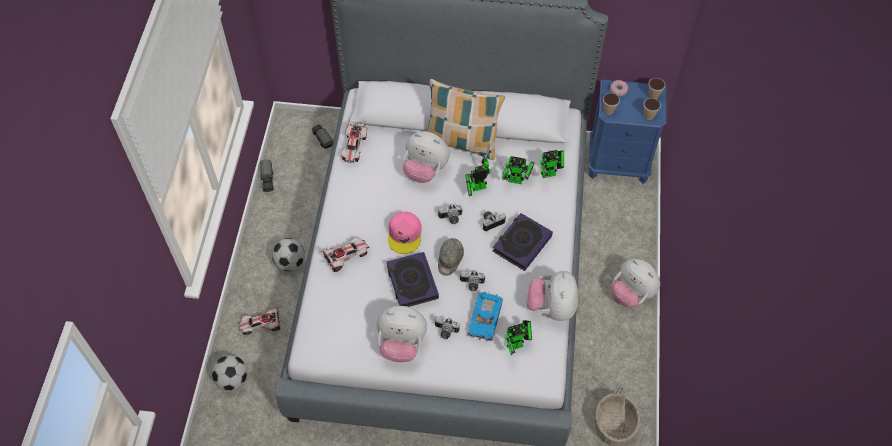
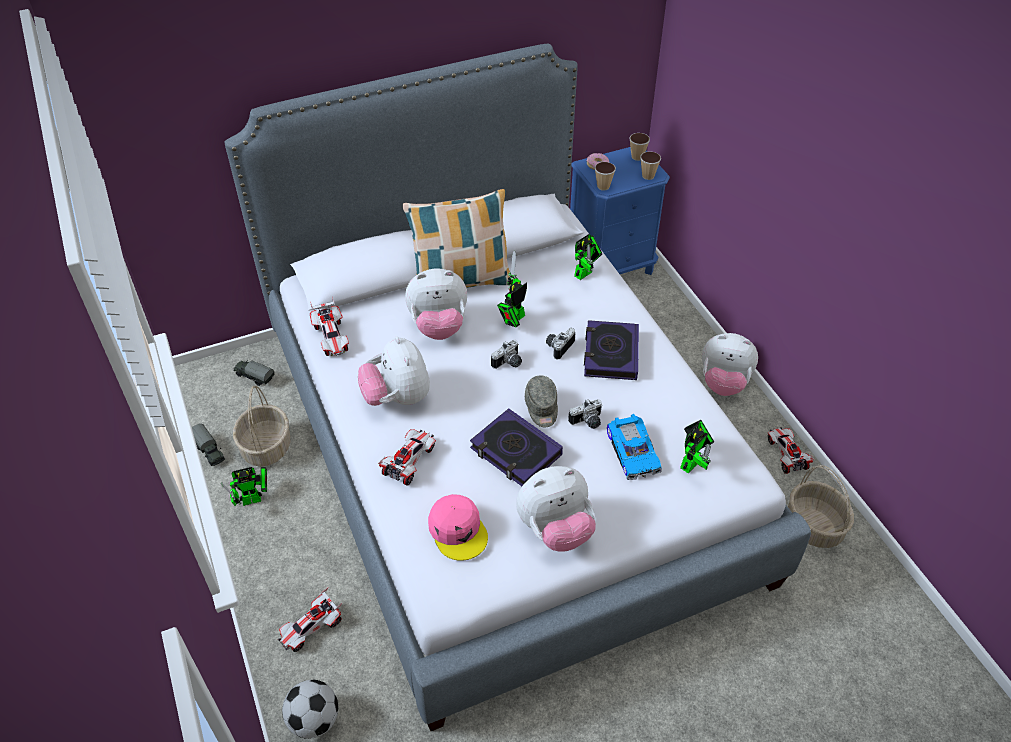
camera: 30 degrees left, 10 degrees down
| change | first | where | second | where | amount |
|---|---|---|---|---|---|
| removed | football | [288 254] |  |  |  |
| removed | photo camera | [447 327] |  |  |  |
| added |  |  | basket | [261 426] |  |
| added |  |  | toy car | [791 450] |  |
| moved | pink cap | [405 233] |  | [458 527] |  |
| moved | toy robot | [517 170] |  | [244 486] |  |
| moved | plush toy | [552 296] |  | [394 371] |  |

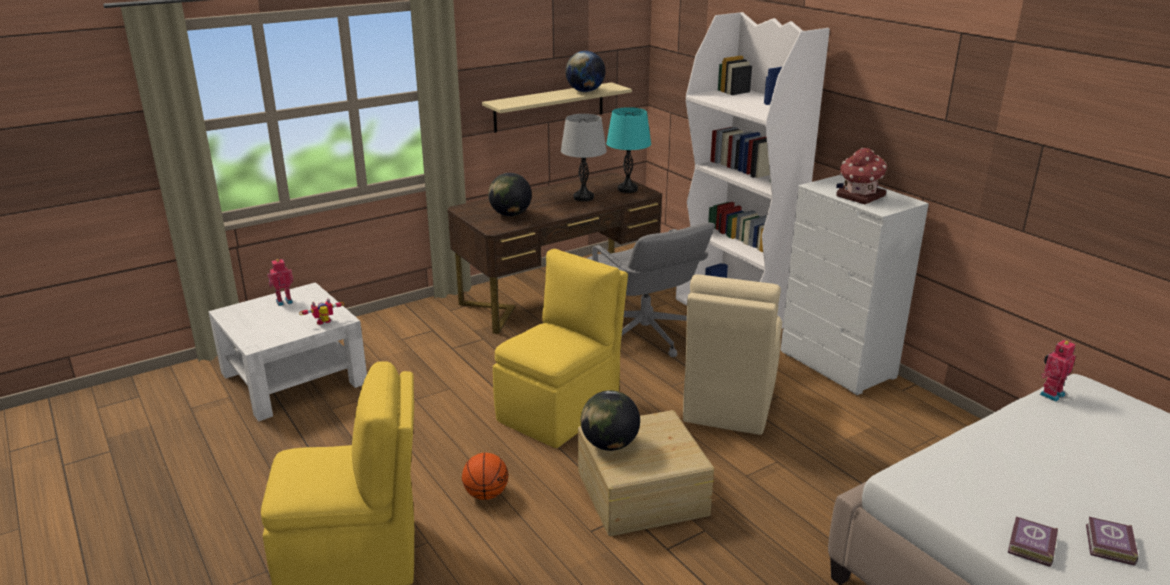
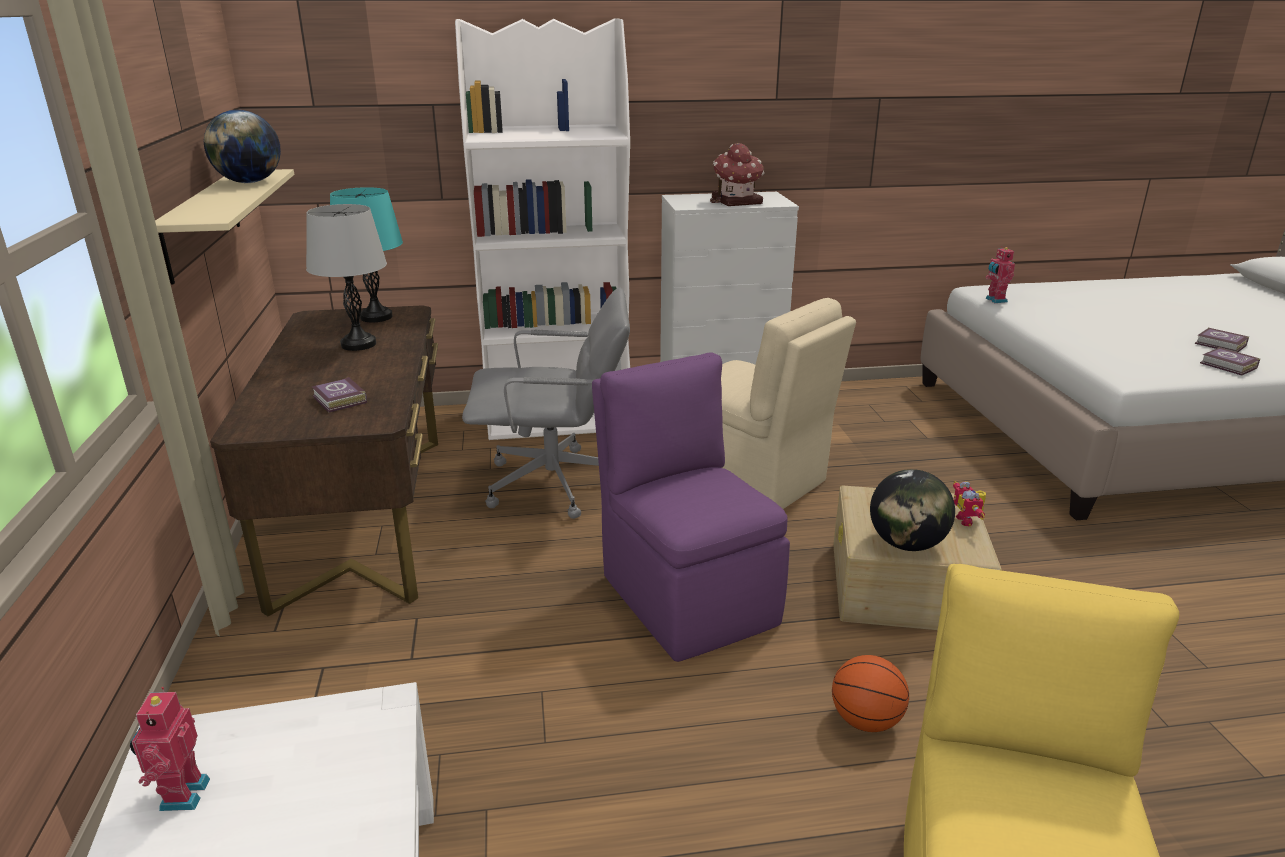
camera: 65 degrees left, 0 degrees up
| change | first | where | second | where | amount |
|---|---|---|---|---|---|
| moved | toy robot | [321 311] |  | [969 503] |  |
| replaced | globe | [510 194] | book | [339 394] |  |
| recoloured | yellow chair | [560 348] | purple chair | [691 507] |  |

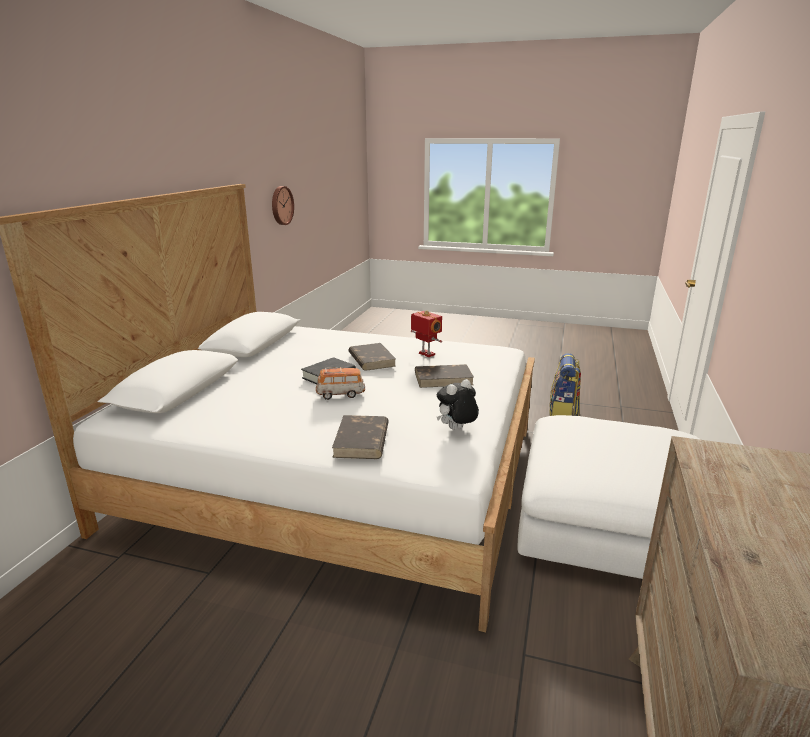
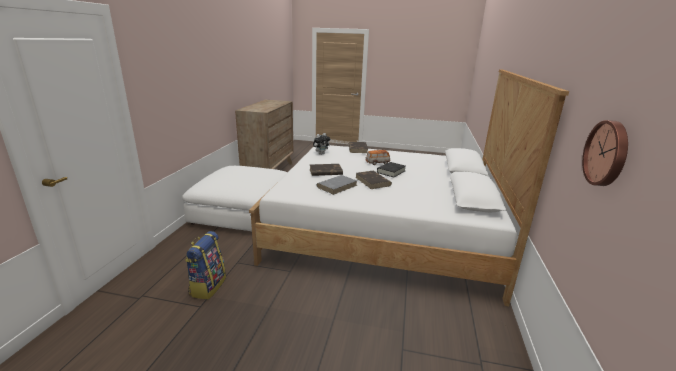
camera: 175 degrees right, 0 degrees up
| change | first | where | second | where | amount |
|---|---|---|---|---|---|
| replaced | toy robot | [426 333] | grey book | [337 185] |  |

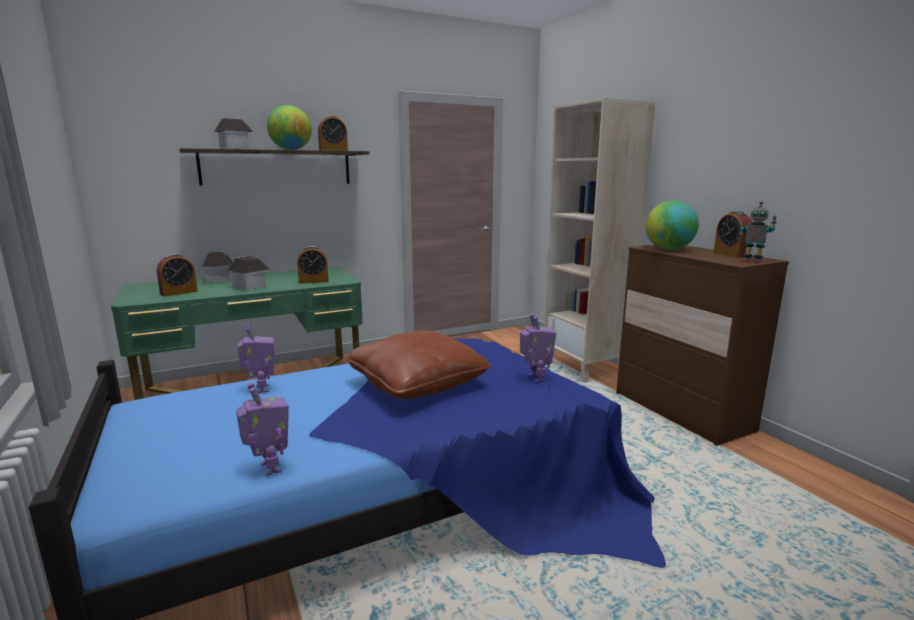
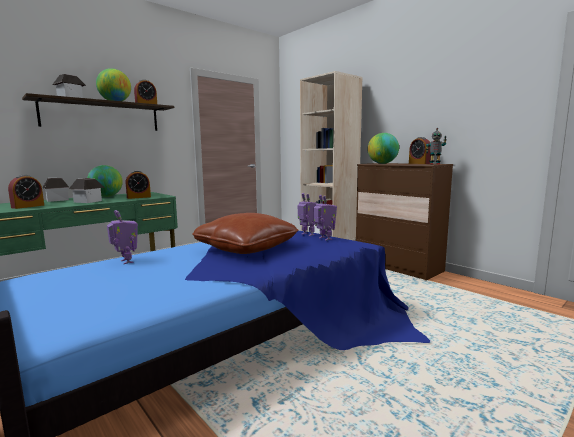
camera: 15 degrees left, 5 degrees down
| change | first | where | second | where | amount |
|---|---|---|---|---|---|
| added |  |  | globe | [105 181] |  |
| moved | toy robot | [262 429] |  | [308 214] |  |

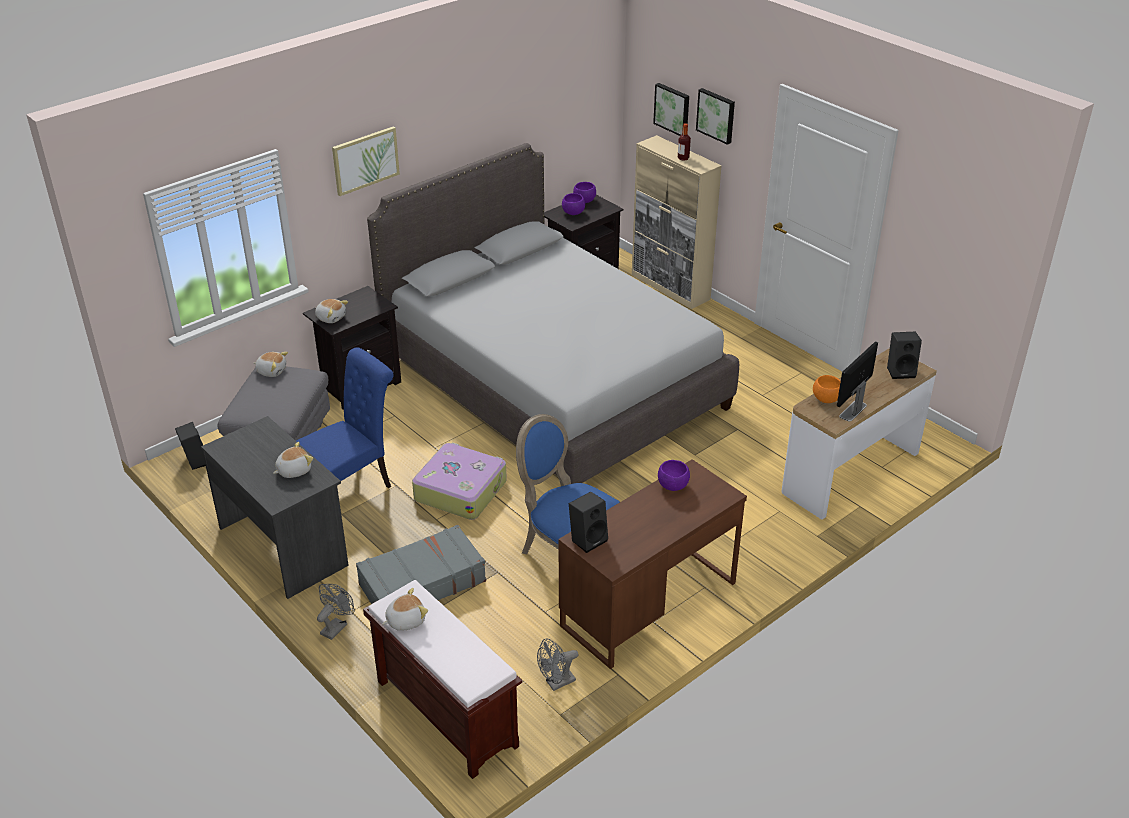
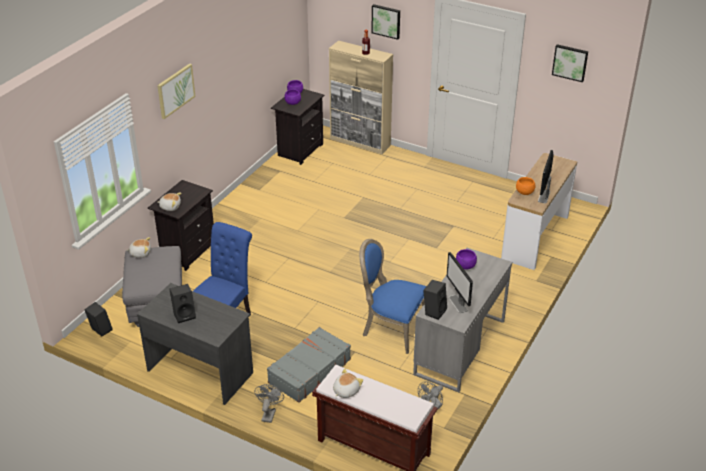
camera: 20 degrees left, 0 degrees up
| change | first | where | second | where | amount |
|---|---|---|---|---|---|
| removed | plush toy | [293 460] |  |  |  |
| removed | grey bed | [553 313] |  |  |  |
| removed | suitcase | [459 481] |  |  |  |
| added |  |  | monitor | [460 282] |  |
| moved | picture | [671 109] |  | [570 63] |  |
| moved | black speaker | [904 355] |  | [182 303] |  |
| recoloured | brown desk | [652 564] | grey desk | [462 320] |  |

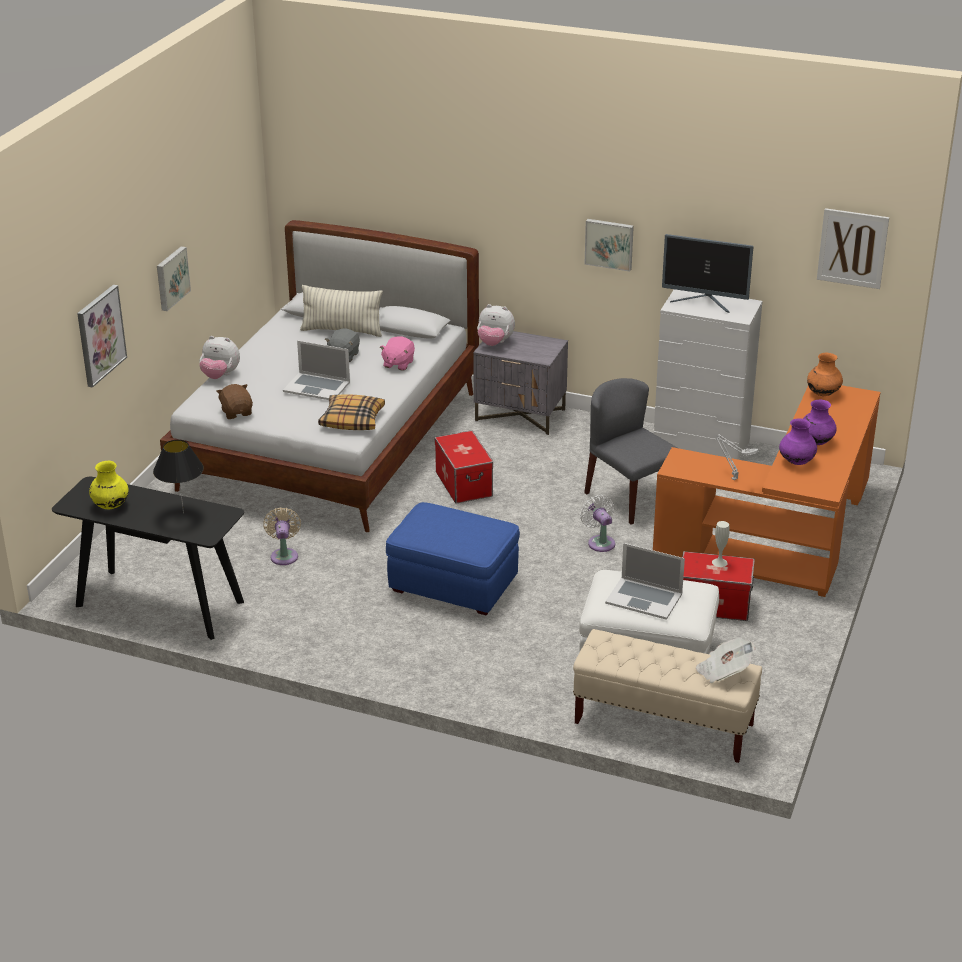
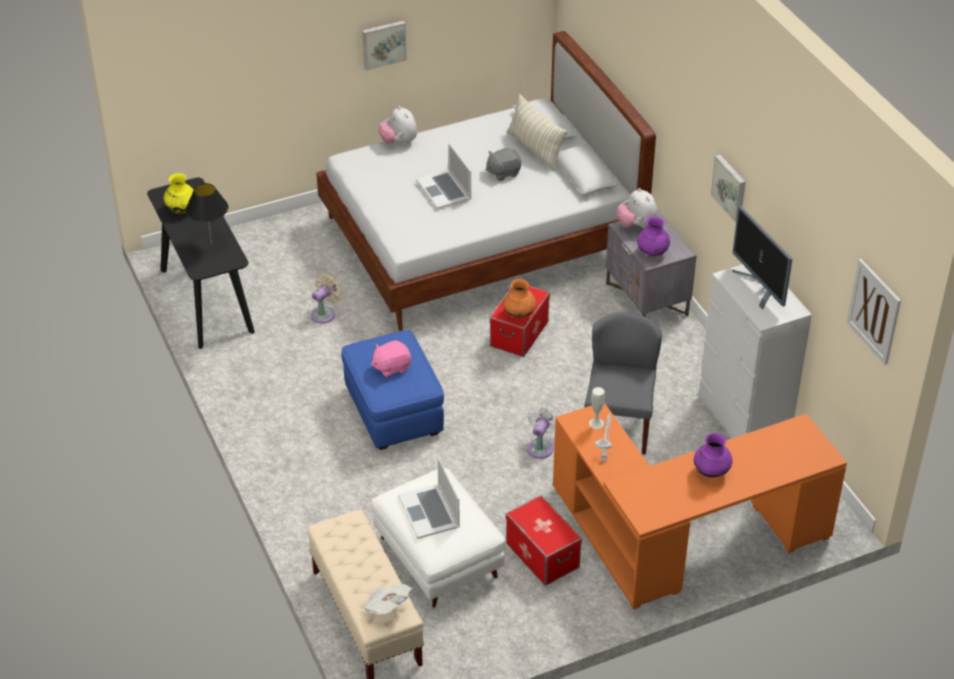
camera: 45 degrees right, 10 degrees up
| change | first | where | second | where | amount |
|---|---|---|---|---|---|
| removed | picture | [102 336] |  |  |  |
| removed | brown plush toy | [234 401] |  |  |  |
| removed | pillow | [351 412] |  |  |  |
| moved | pink plush toy | [397 353] |  | [391 359] |  |
| moved | white vase | [721 544] |  | [597 408] |  |
| moved | purple vase | [798 441] |  | [653 236] |  |
| moved | orange vase | [825 374] |  | [519 298] |  |

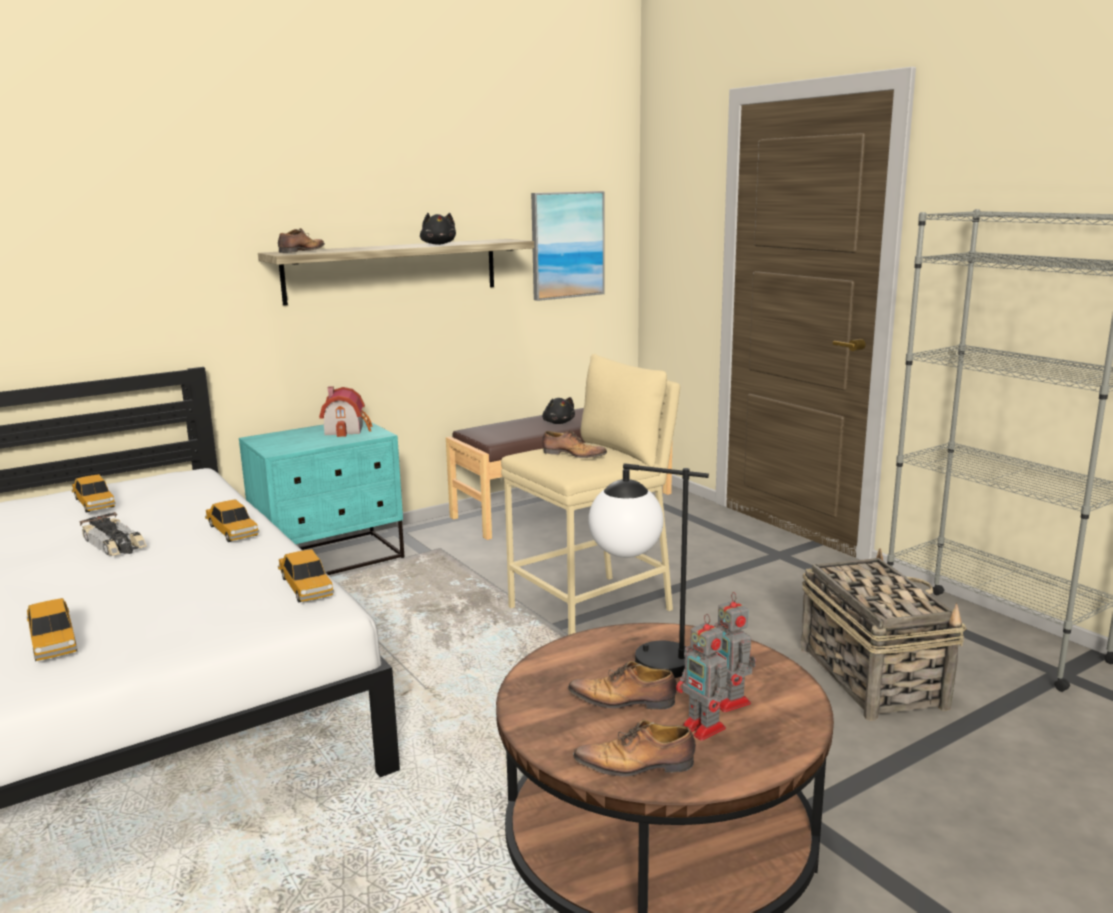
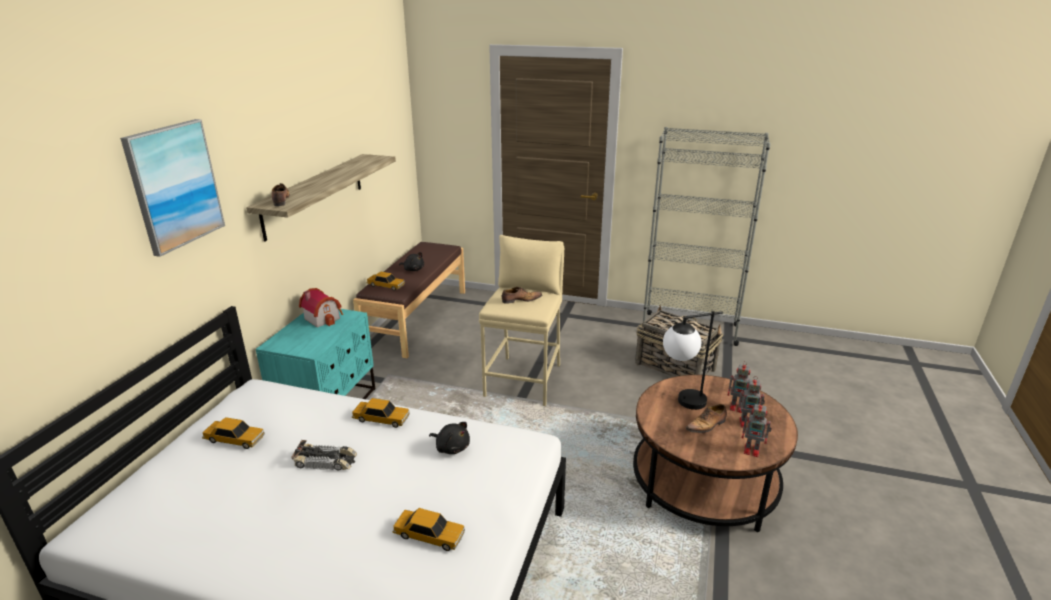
camera: 40 degrees left, 10 degrees up
| change | first | where | second | where | amount |
|---|---|---|---|---|---|
| moved | toy car | [306 576] |  | [385 281] |  |
| moved | black plush toy | [438 229] |  | [449 438] |  |
| moved | picture | [568 246] |  | [172 188] |  |
| replaced | shoe | [634 748] | toy robot | [757 429] |  |

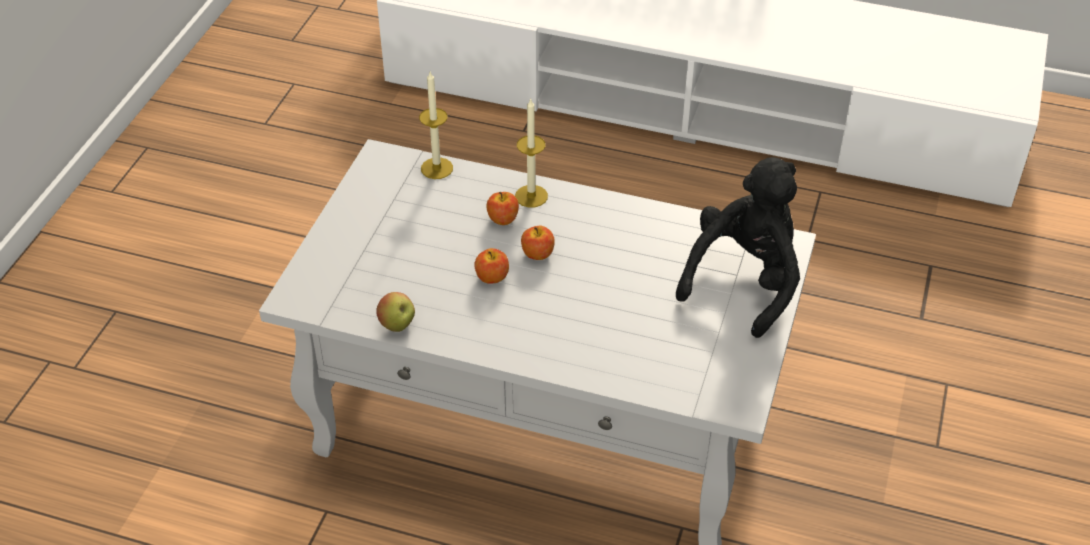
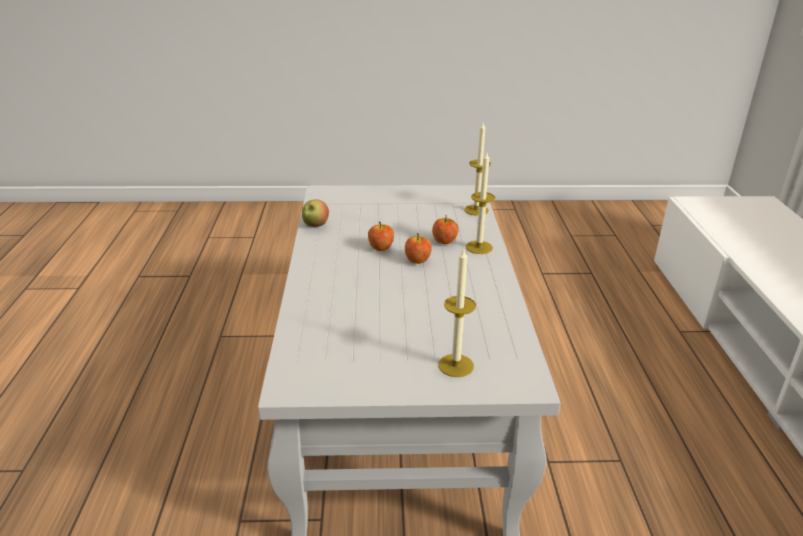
camera: 70 degrees right, 15 degrees down
| change | first | where | second | where | amount |
|---|---|---|---|---|---|
| replaced | black plush toy | [738 247] | candle | [457 313] |  |

